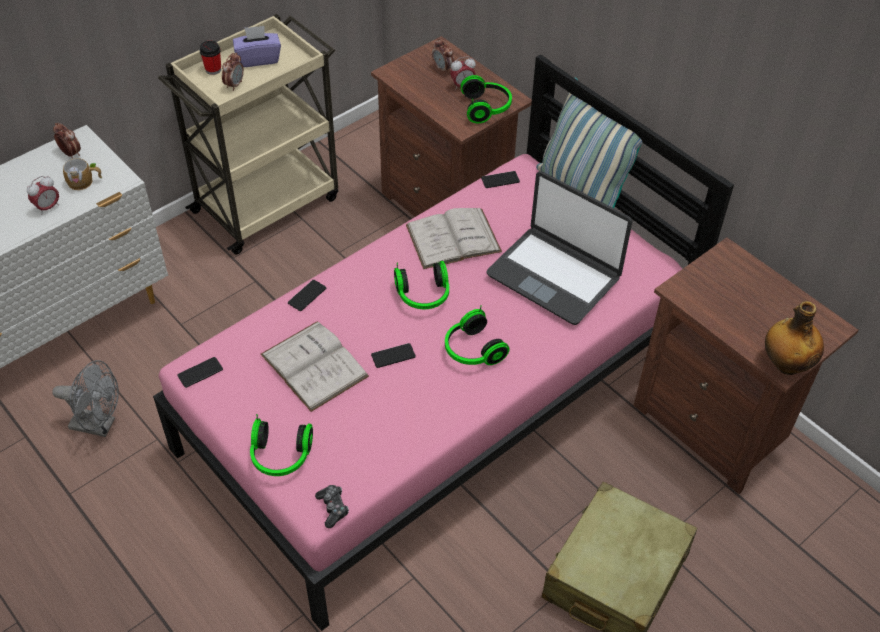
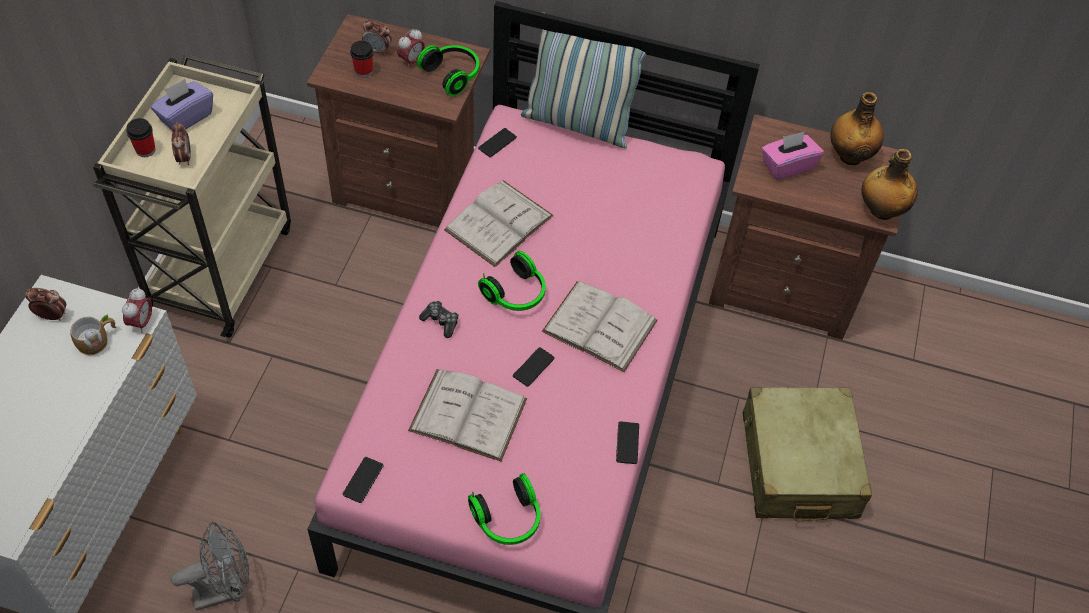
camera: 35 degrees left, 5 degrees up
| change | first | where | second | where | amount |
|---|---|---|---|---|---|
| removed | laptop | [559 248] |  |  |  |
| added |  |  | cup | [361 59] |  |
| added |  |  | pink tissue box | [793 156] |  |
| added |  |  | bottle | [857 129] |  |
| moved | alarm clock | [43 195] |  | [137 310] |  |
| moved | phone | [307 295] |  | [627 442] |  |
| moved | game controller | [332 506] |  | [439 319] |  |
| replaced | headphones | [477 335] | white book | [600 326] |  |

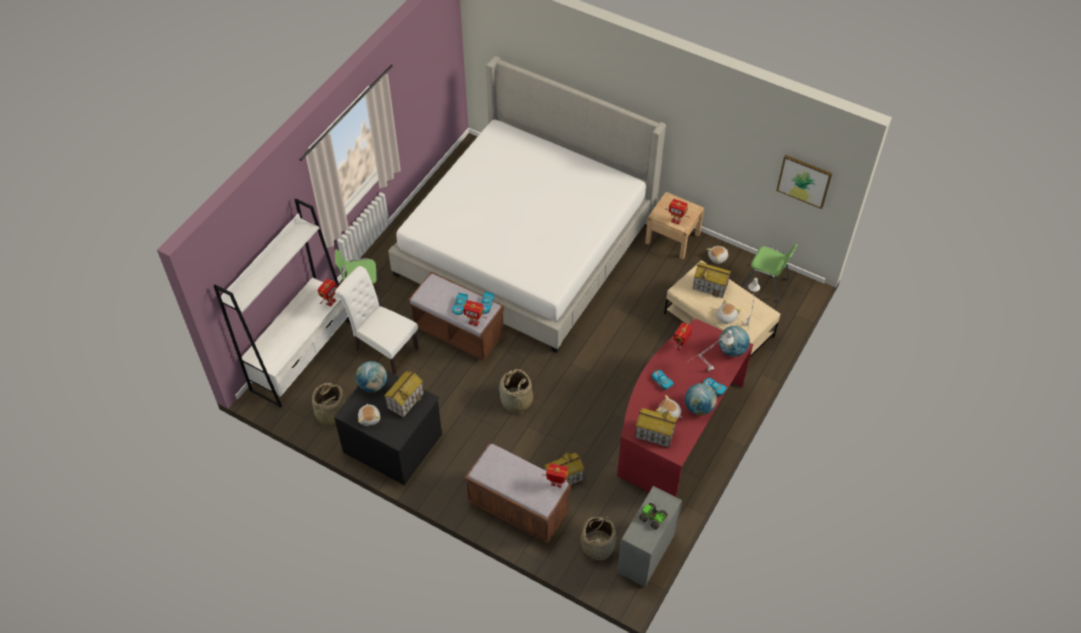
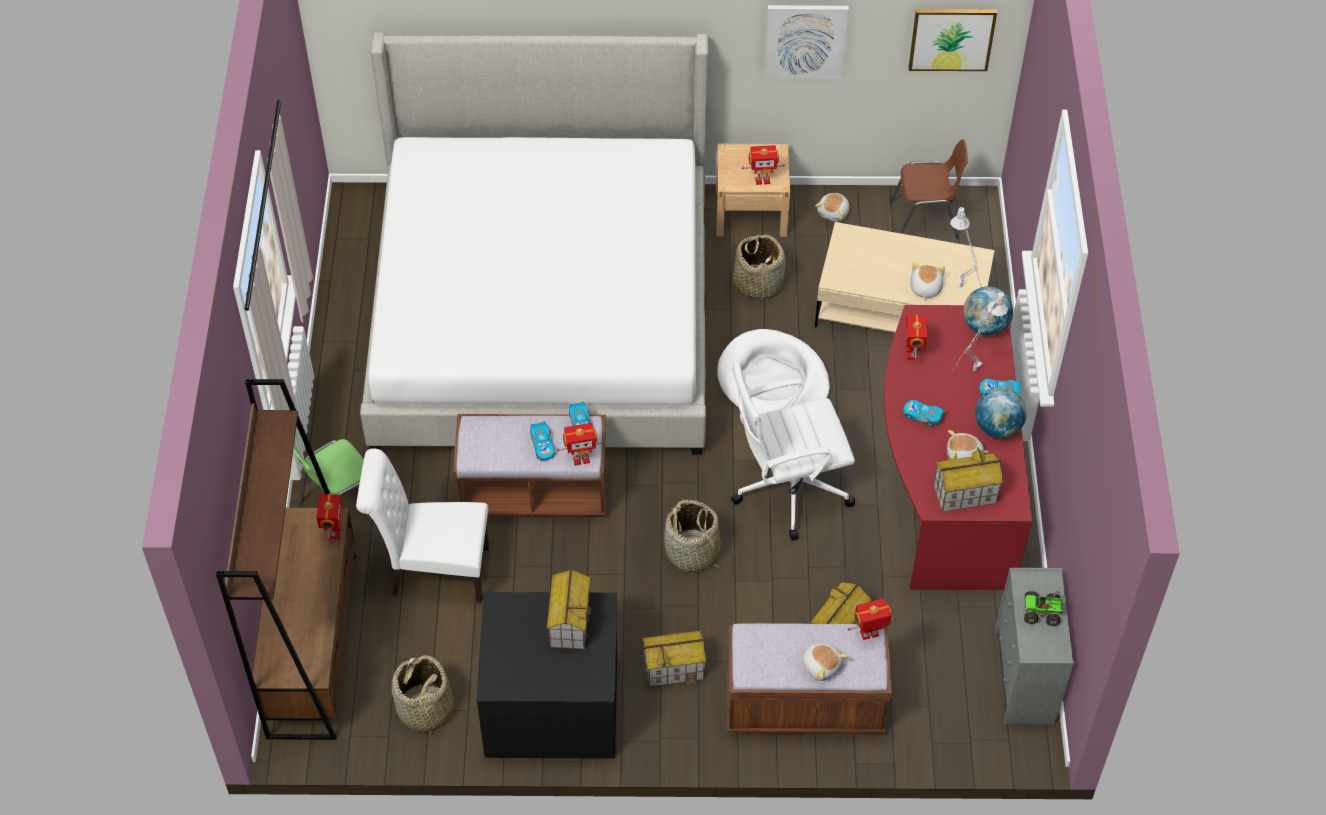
camera: 30 degrees left, 0 degrees up
| change | first | where | second | where | amount |
|---|---|---|---|---|---|
| removed | globe | [371 376] |  |  |  |
| added |  |  | white dog bed | [773 371] |  |
| added |  |  | white office chair | [793 450] |  |
| added |  |  | picture | [806 42] |  |
| moved | plush toy | [369 415] |  | [825 662] |  |
| moved | basket | [598 538] |  | [759 267] |  |
| moved | toy house | [712 280] |  | [674 659] |  |
| recoloured | white bookcase | [282 303] | brown bookcase | [286 559] |  |
| recoloured | green chair | [769 273] | brown chair | [929 189] |  |

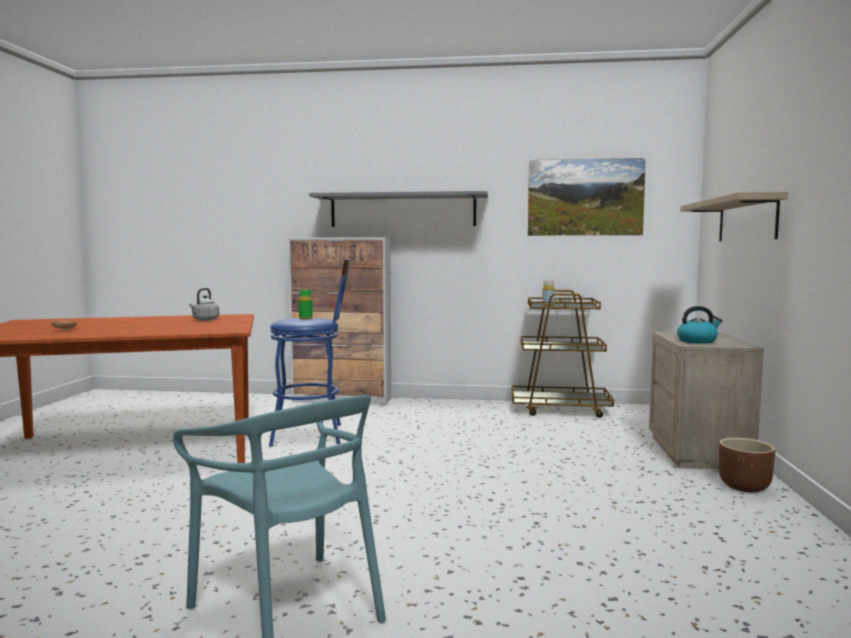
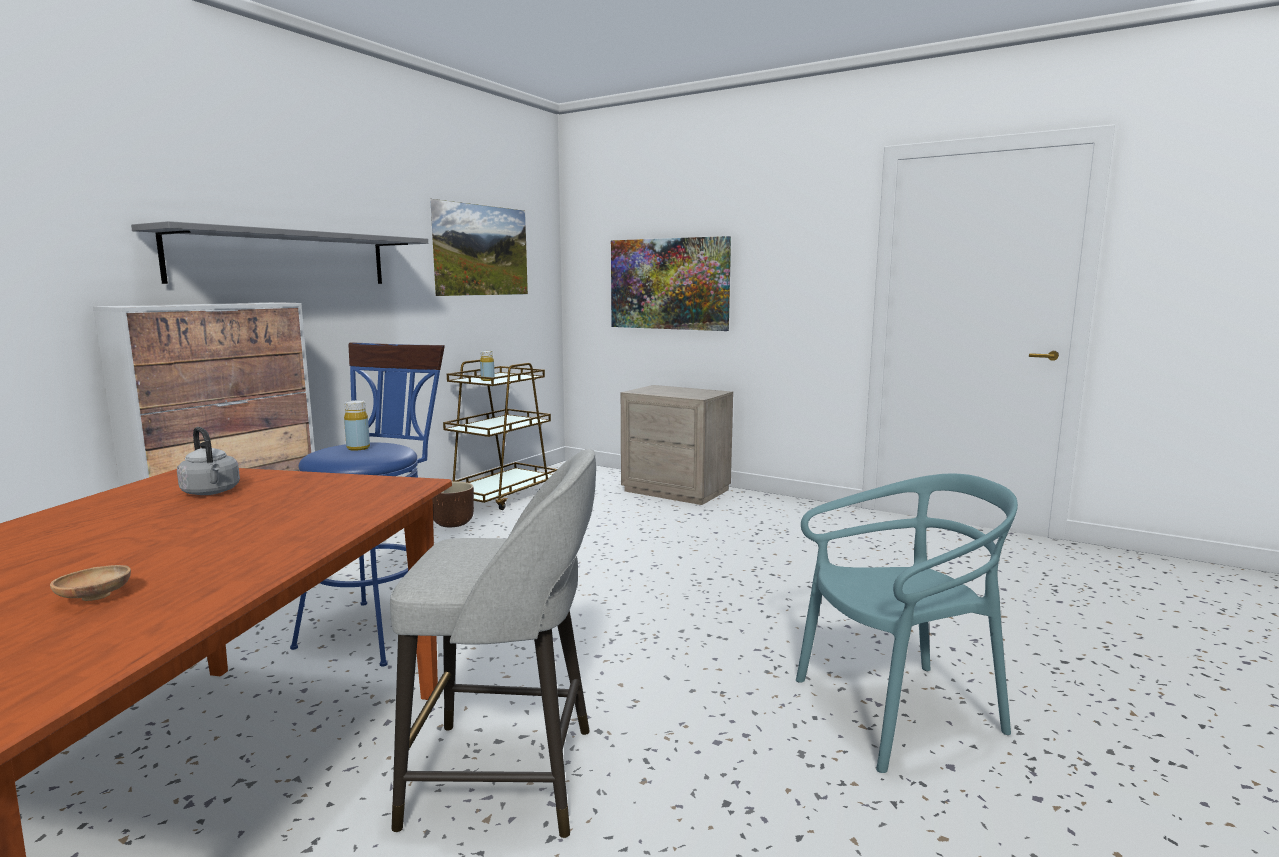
camera: 65 degrees left, 5 degrees up
| change | first | where | second | where | amount |
|---|---|---|---|---|---|
| removed | kettle | [699 325] |  |  |  |
| added |  |  | grey stool | [493 643] |  |
| moved | brown planter | [747 465] |  | [453 504] |  |
| replaced | shelf | [734 216] | picture | [671 283] |  |
| recoloured | green bottle | [306 305] | yellow bottle | [357 425] |  |

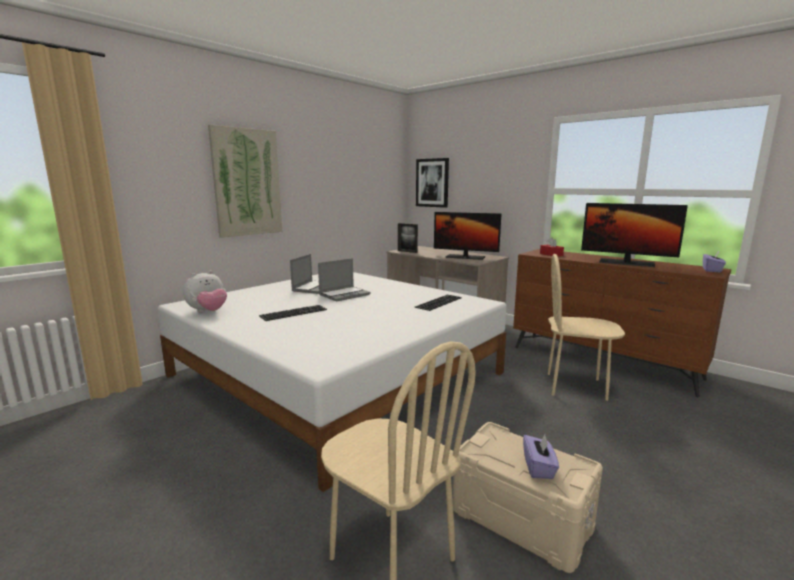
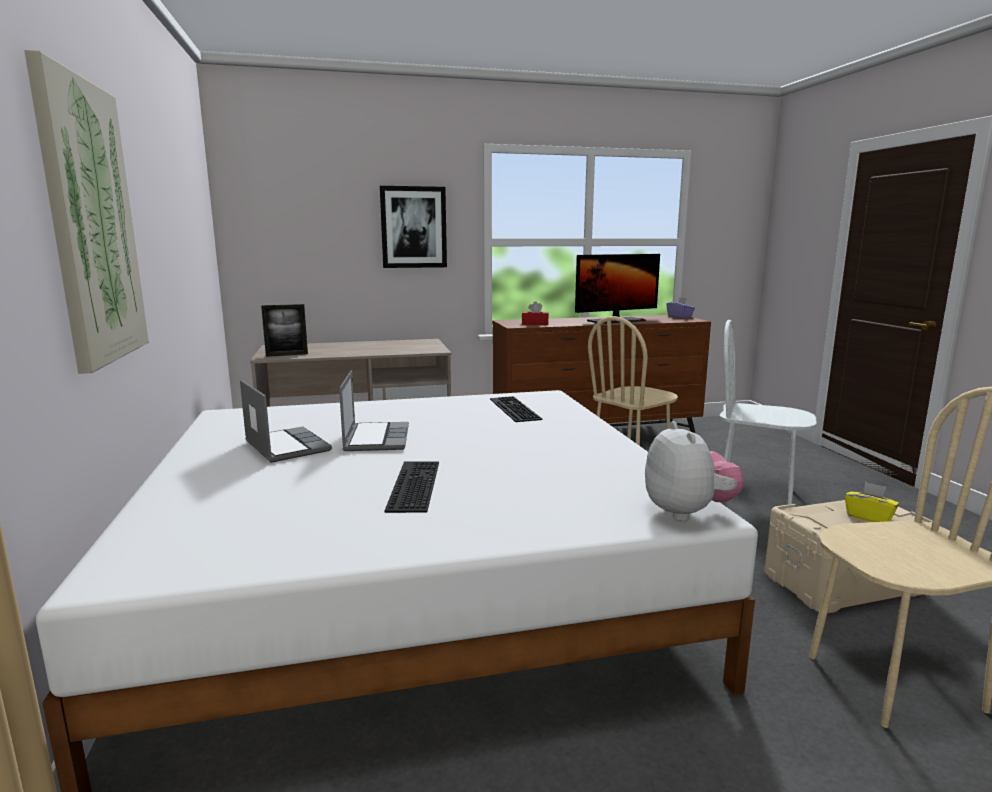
camera: 55 degrees left, 0 degrees up
| change | first | where | second | where | amount |
|---|---|---|---|---|---|
| removed | monitor | [467 236] |  |  |  |
| added |  |  | white chair | [768 412] |  |
| moved | plush toy | [205 292] |  | [694 471] |  |
| moved | picture | [432 183] |  | [413 227] |  |
| recoloured | purple tissue box | [541 457] | yellow tissue box | [872 502] |  |

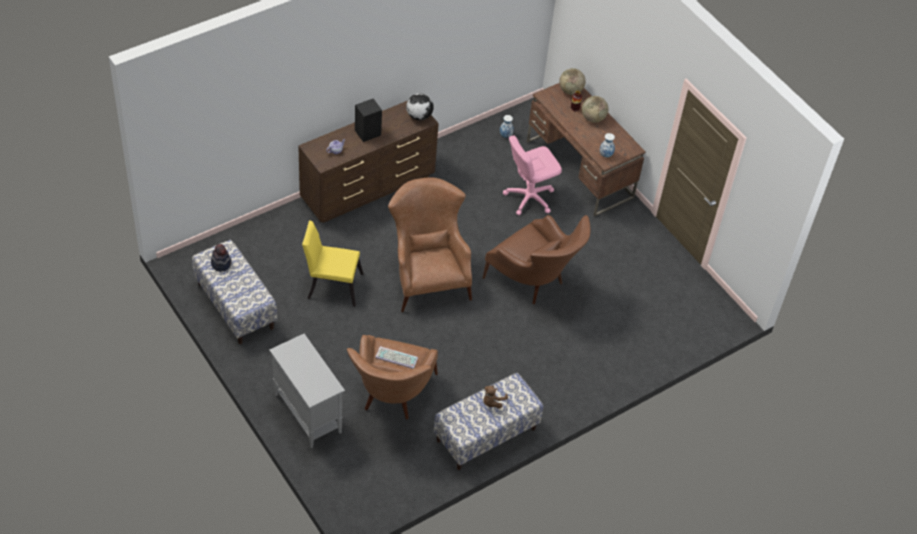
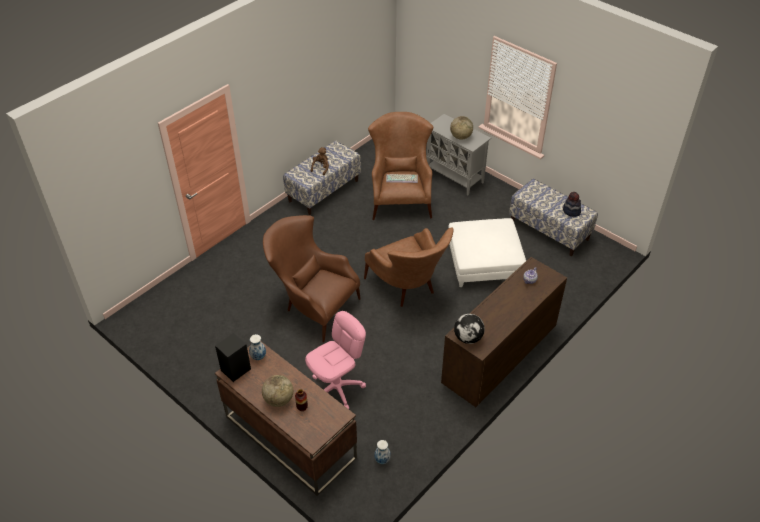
camera: 170 degrees right, 5 degrees down
| change | first | where | second | where | amount |
|---|---|---|---|---|---|
| moved | black speaker | [368 120] |  | [233 357] |  |
| moved | globe | [572 81] |  | [461 128] |  |
| replaced | yellow chair | [333 263] | white ottoman | [487 252] |  |

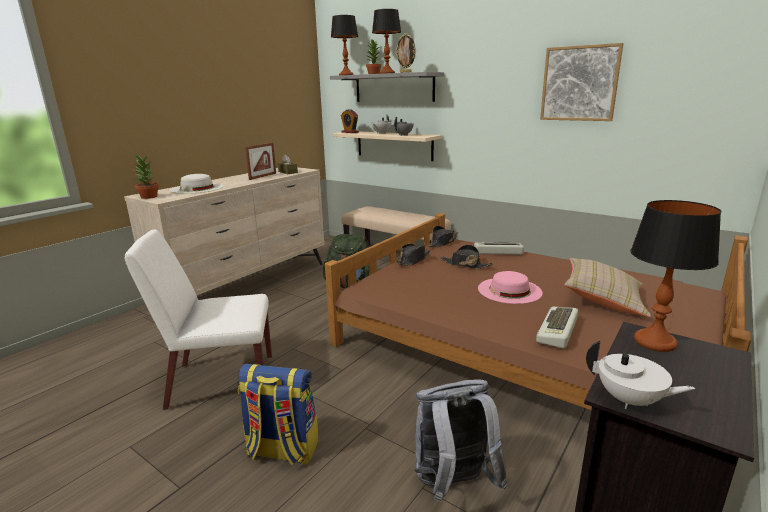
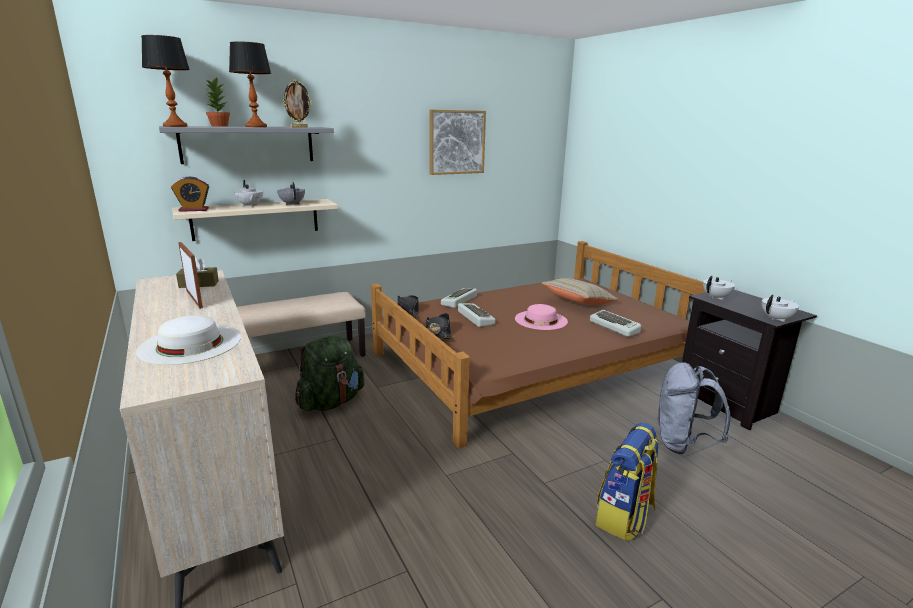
camera: 65 degrees left, 0 degrees up
| change | first | where | second | where | amount |
|---|---|---|---|---|---|
| removed | white chair | [198 319] |  |  |  |
| removed | potted plant | [146 177] |  |  |  |
| replaced | black hat | [467 256] | keyboard | [476 315] |  |
| replaced | table lamp | [675 276] | white teapot | [719 288] |  |

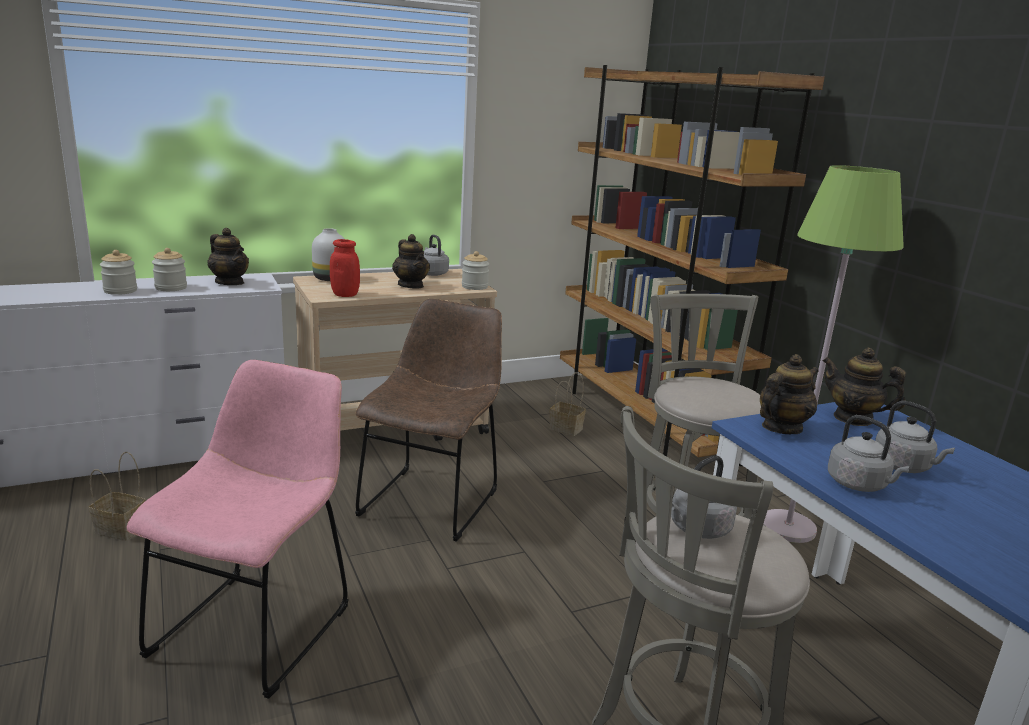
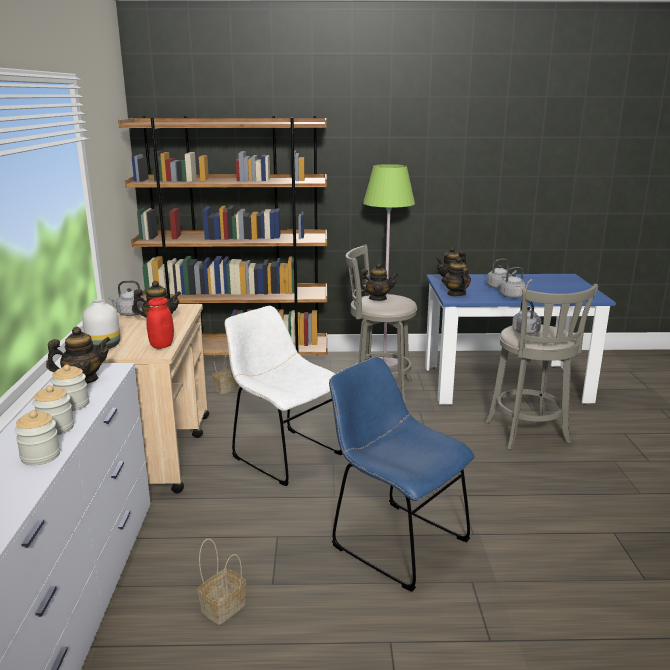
camera: 65 degrees left, 0 degrees up
| change | first | where | second | where | amount |
|---|---|---|---|---|---|
| added |  |  | teapot | [379 282] |  |
| moved | jar | [475 270] |  | [37 437] |  |
| recoloured | pink chair | [237 529] | blue chair | [402 474] |  |
| recoloured | brown chair | [428 420] | white chair | [283 396] |  |

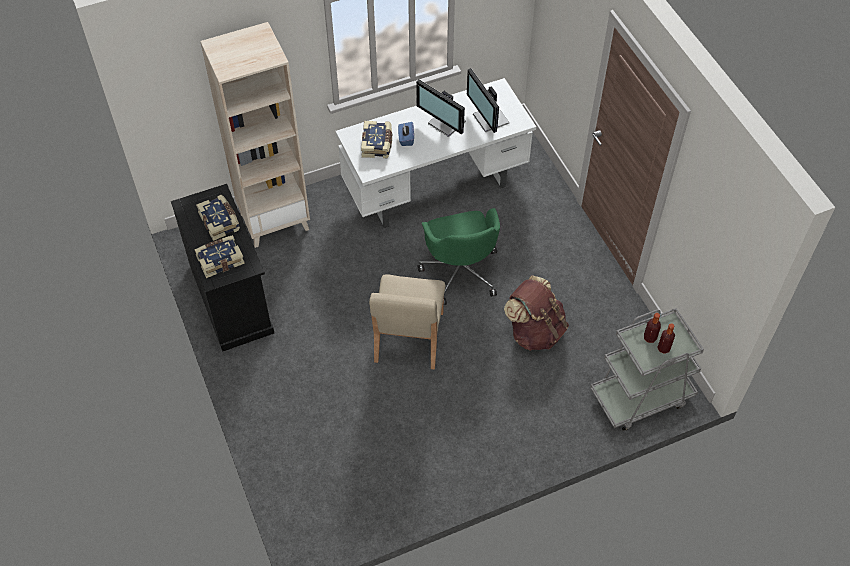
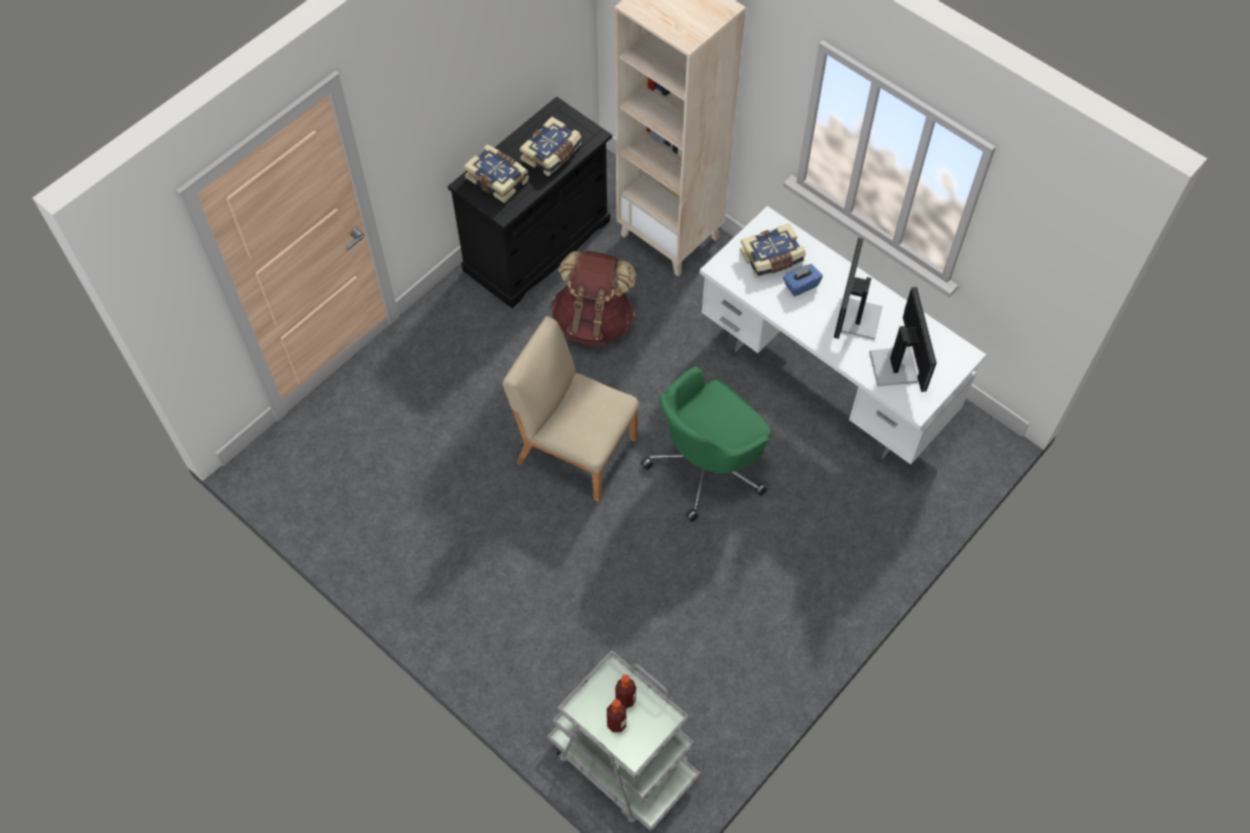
camera: 65 degrees right, 5 degrees up
| change | first | where | second | where | amount |
|---|---|---|---|---|---|
| moved | brown backpack | [536 313] |  | [593 299] |  |
| turned | beige chair | [407 321] |  | [570 409] | 45 degrees clockwise |
| turned | monitor | [488 100] |  | [903 339] | 135 degrees clockwise |

